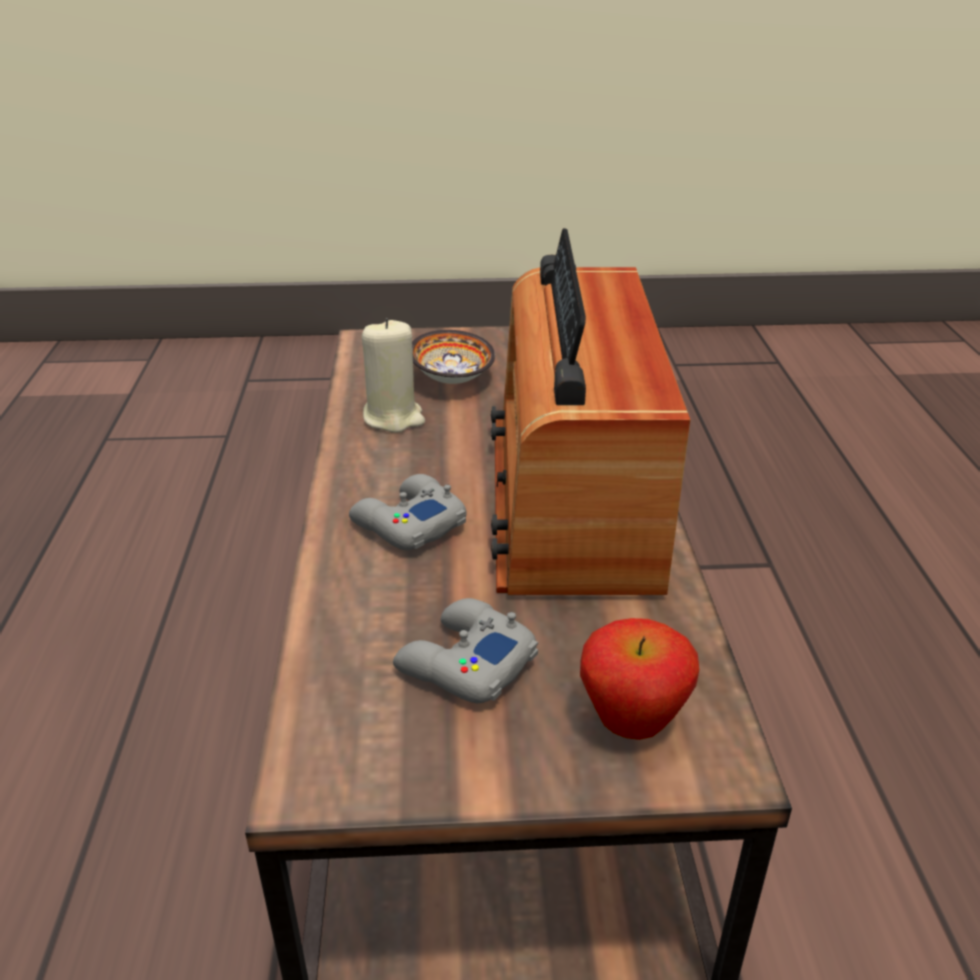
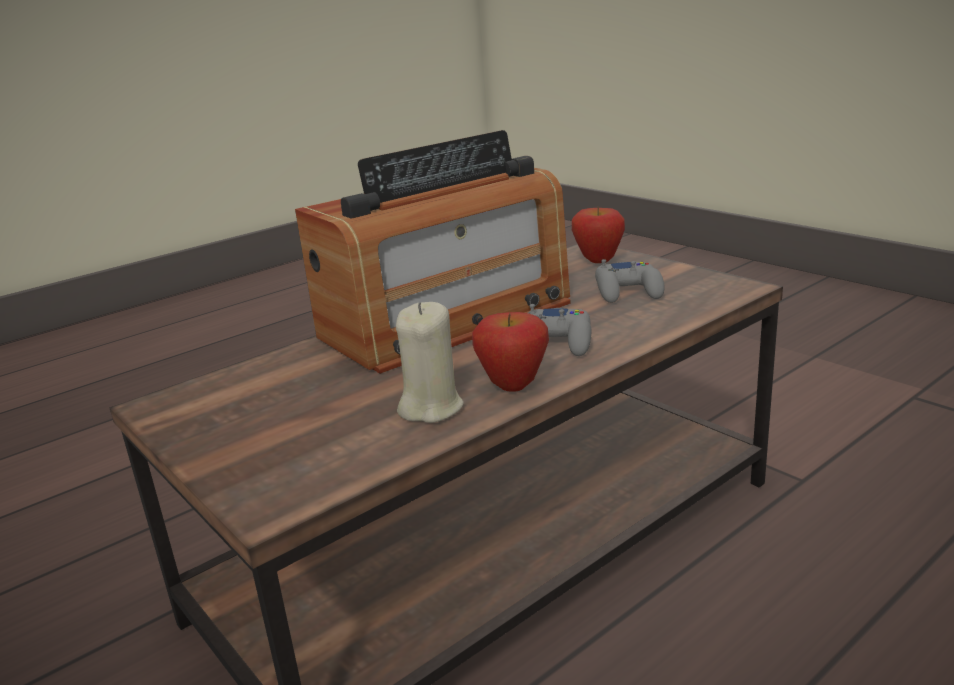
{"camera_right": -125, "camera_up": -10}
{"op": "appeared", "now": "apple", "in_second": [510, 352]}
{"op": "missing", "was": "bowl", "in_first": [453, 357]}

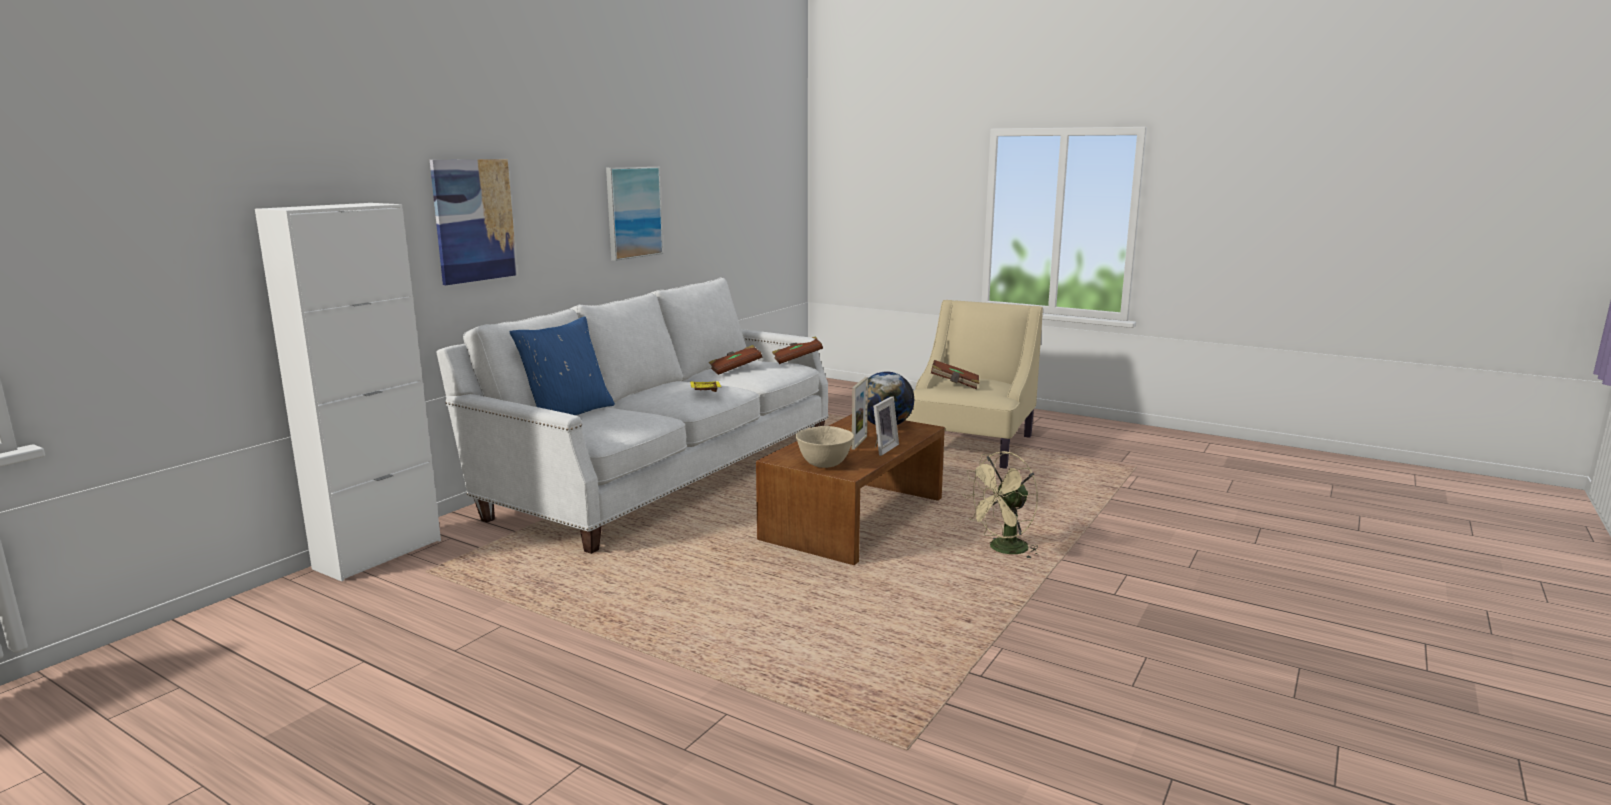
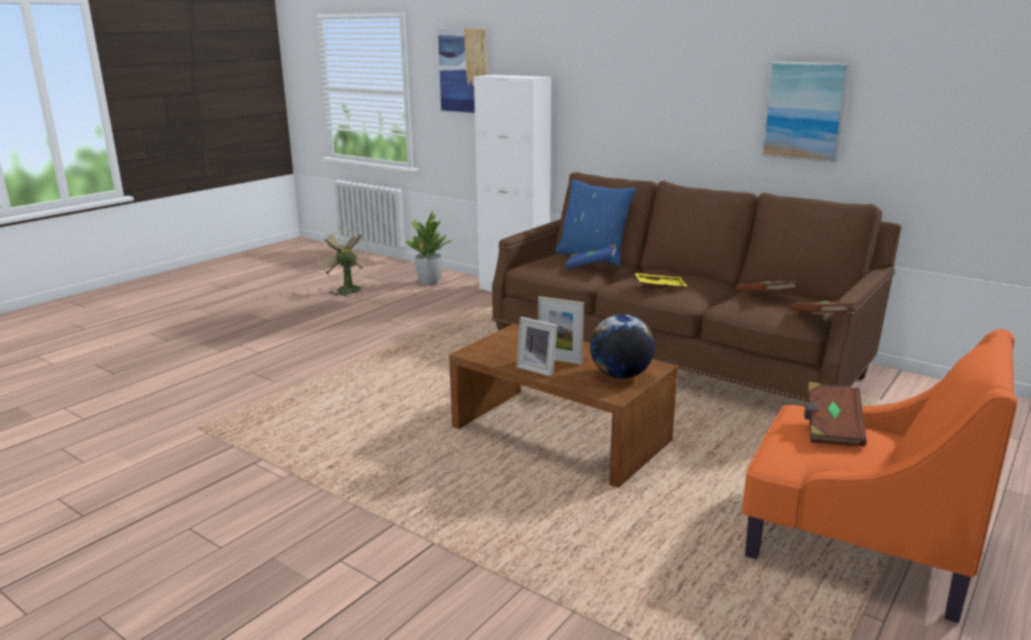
{"camera_right": 95, "camera_up": 5}
{"op": "relocated", "was": "beige_fan", "in_first": [1000, 505], "in_second": [343, 262]}
{"op": "appeared", "now": "potted_plant", "in_second": [429, 247]}
{"op": "relocated", "was": "picture", "in_first": [473, 222], "in_second": [462, 71]}
{"op": "colour", "was": "white_sofa", "now": "brown_sofa", "in_first": [633, 415], "in_second": [697, 287]}
{"op": "appeared", "now": "blue_book", "in_second": [591, 256]}
{"op": "colour", "was": "beige_armchair", "now": "orange_armchair", "in_first": [974, 384], "in_second": [880, 476]}
{"op": "missing", "was": "beige_bowl", "in_first": [825, 447]}

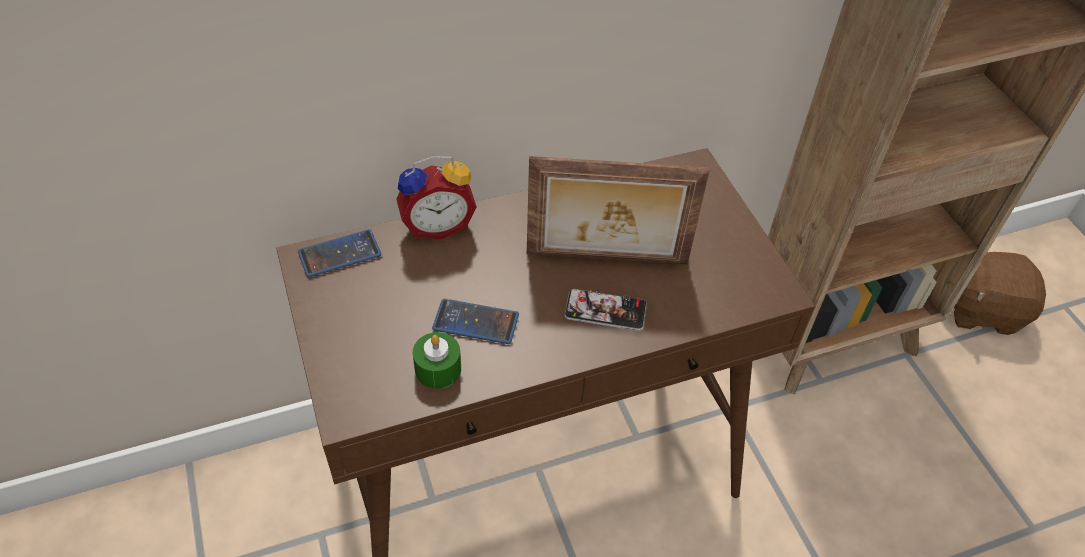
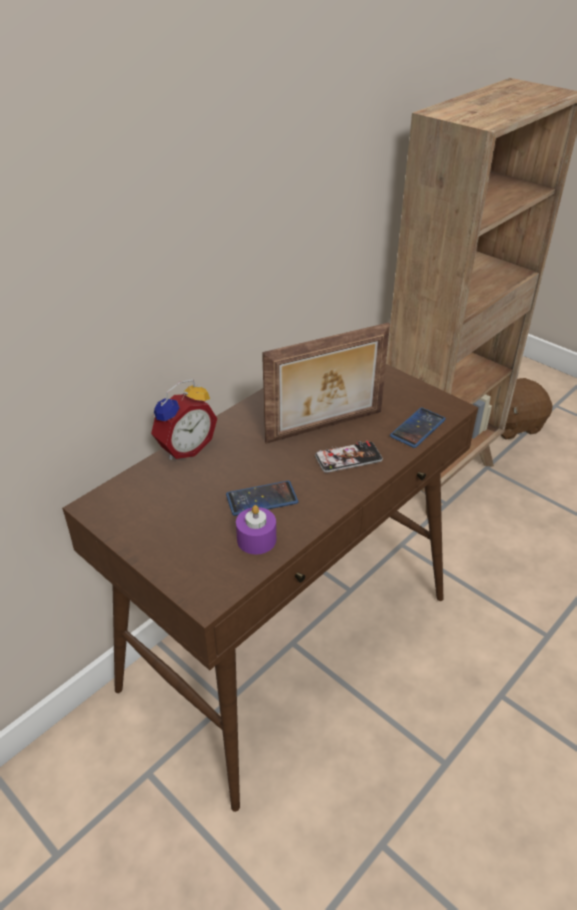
{"camera_right": -25, "camera_up": -10}
{"op": "colour", "was": "green_candle", "now": "purple_candle", "in_first": [437, 360], "in_second": [256, 530]}
{"op": "relocated", "was": "phone", "in_first": [339, 253], "in_second": [418, 427]}

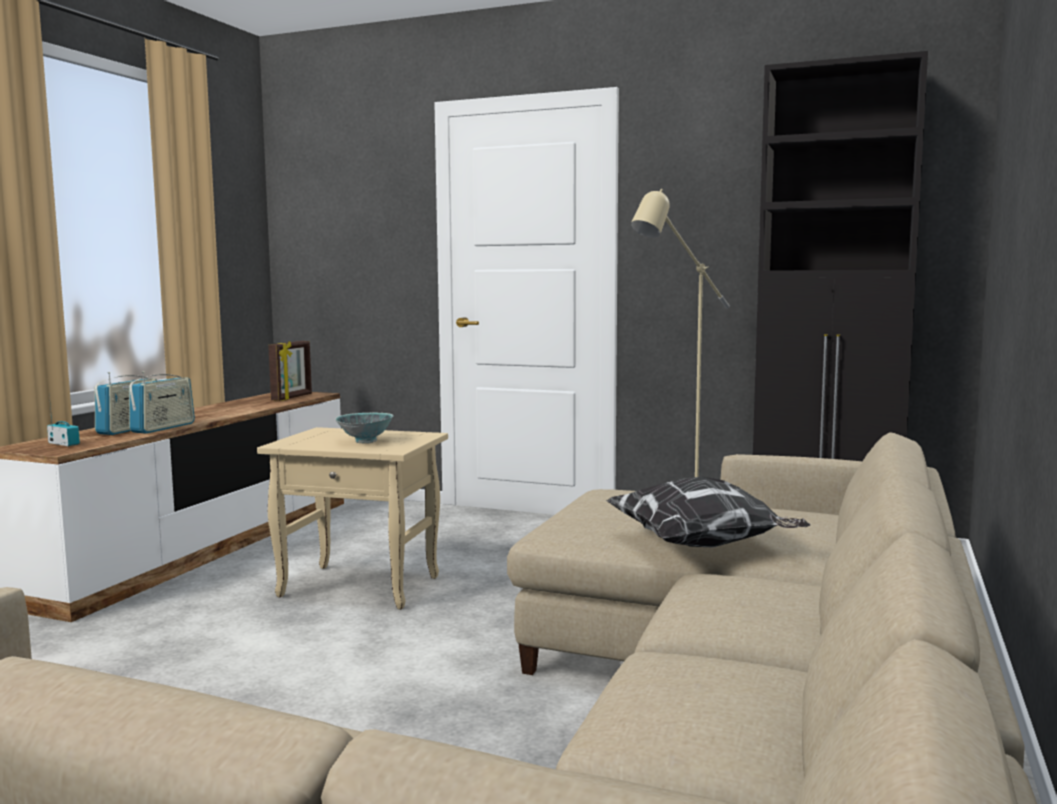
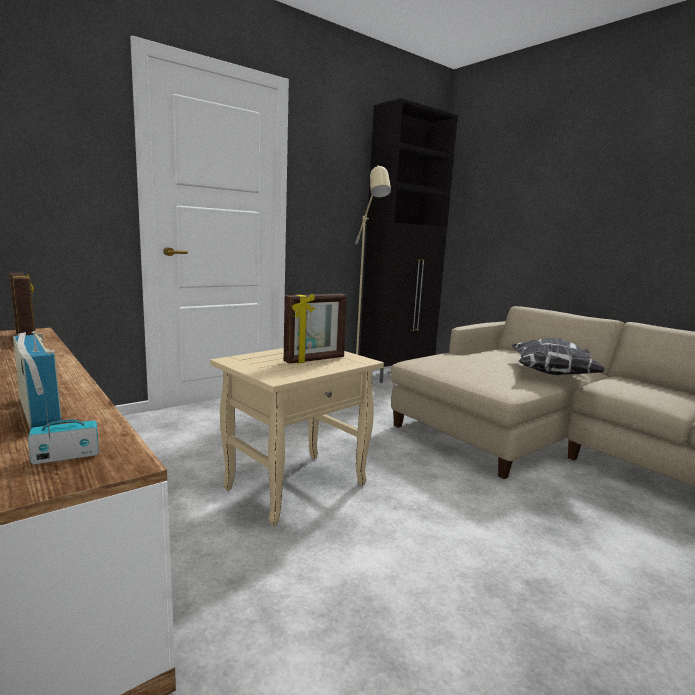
{"camera_right": -60, "camera_up": 5}
{"op": "exchanged", "was": "bowl", "now": "picture_frame", "in_first": [364, 428], "in_second": [315, 328]}
{"op": "missing", "was": "radio", "in_first": [162, 402]}

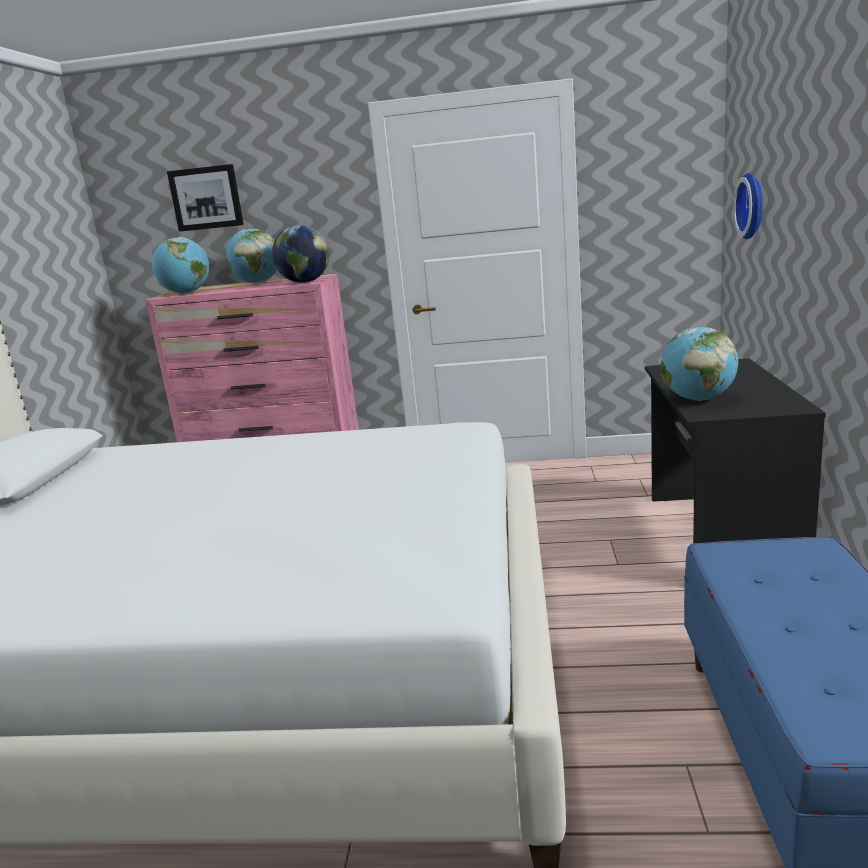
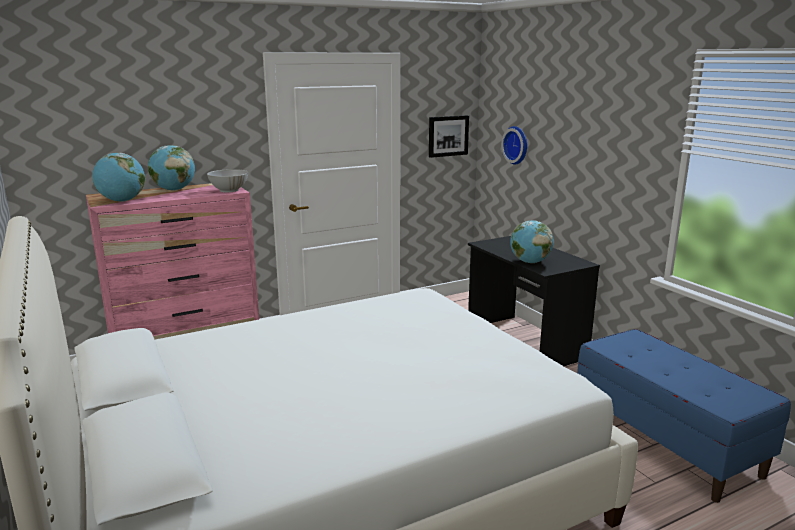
{"camera_right": -35, "camera_up": 0}
{"op": "exchanged", "was": "globe", "now": "white_bowl", "in_first": [300, 254], "in_second": [227, 180]}
{"op": "relocated", "was": "picture", "in_first": [205, 198], "in_second": [449, 136]}

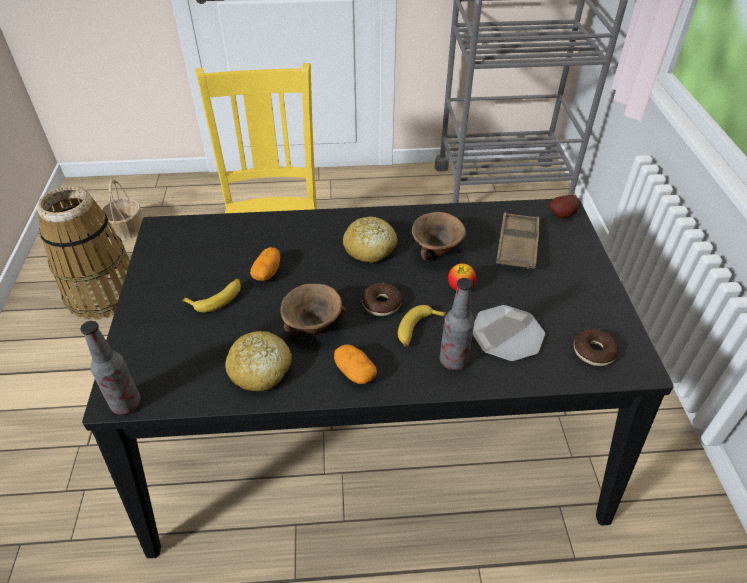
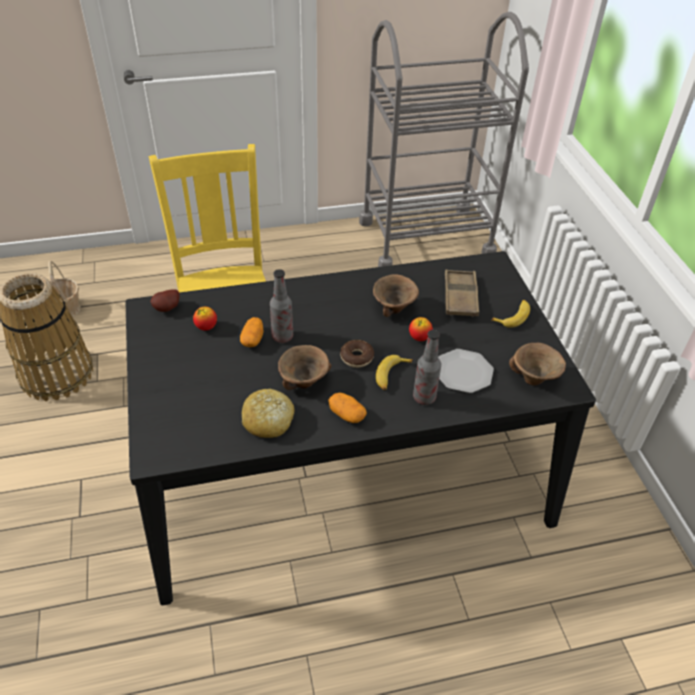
{"camera_right": -10, "camera_up": 0}
{"op": "relocated", "was": "potato", "in_first": [564, 206], "in_second": [165, 300]}
{"op": "appeared", "now": "apple", "in_second": [205, 319]}
{"op": "relocated", "was": "bottle", "in_first": [110, 367], "in_second": [281, 306]}
{"op": "relocated", "was": "banana", "in_first": [211, 295], "in_second": [510, 314]}
{"op": "exchanged", "was": "donut", "now": "brown_bowl", "in_first": [596, 347], "in_second": [537, 364]}
{"op": "missing", "was": "bread", "in_first": [370, 240]}

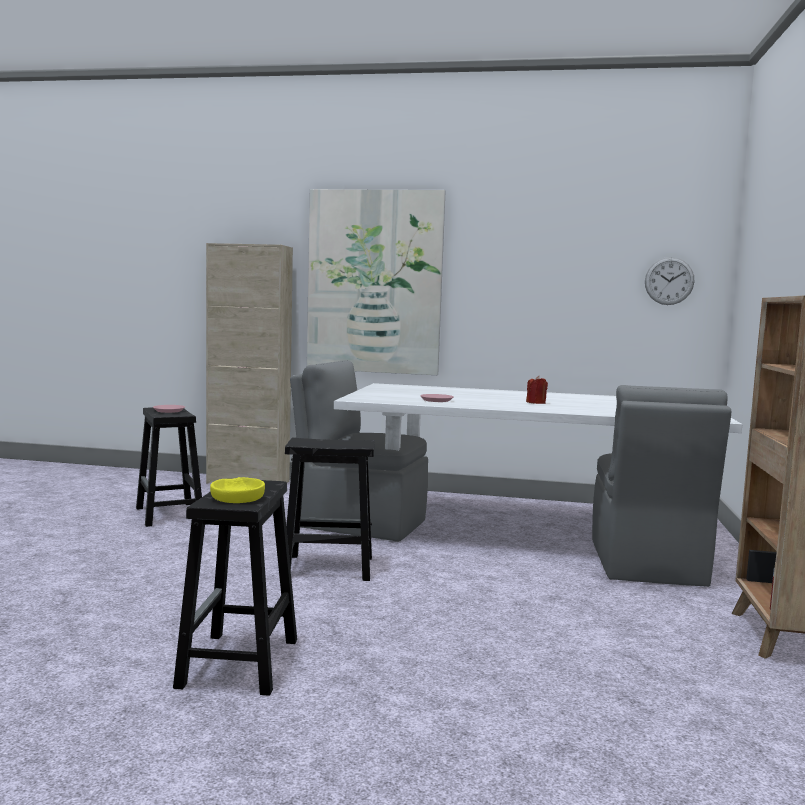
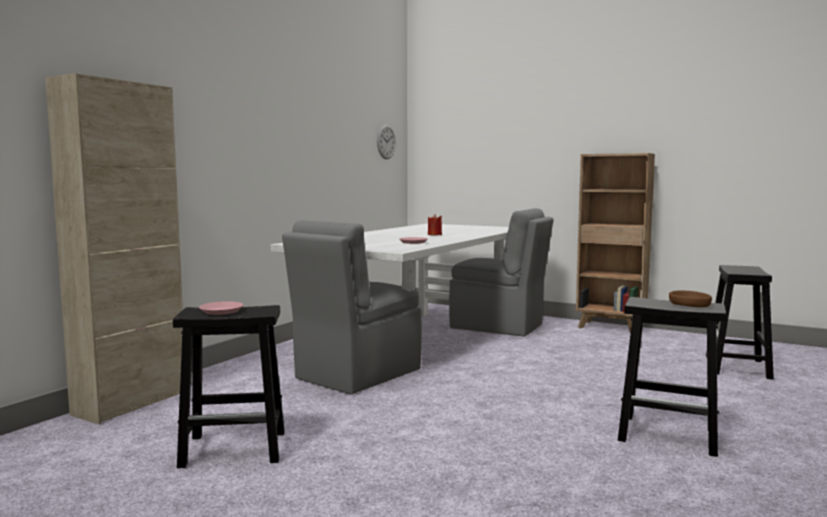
{"camera_right": -70, "camera_up": 0}
{"op": "colour", "was": "yellow_bowl", "now": "brown_bowl", "in_first": [237, 490], "in_second": [690, 298]}
{"op": "relocated", "was": "black_stool", "in_first": [330, 509], "in_second": [740, 322]}
{"op": "missing", "was": "picture", "in_first": [376, 282]}

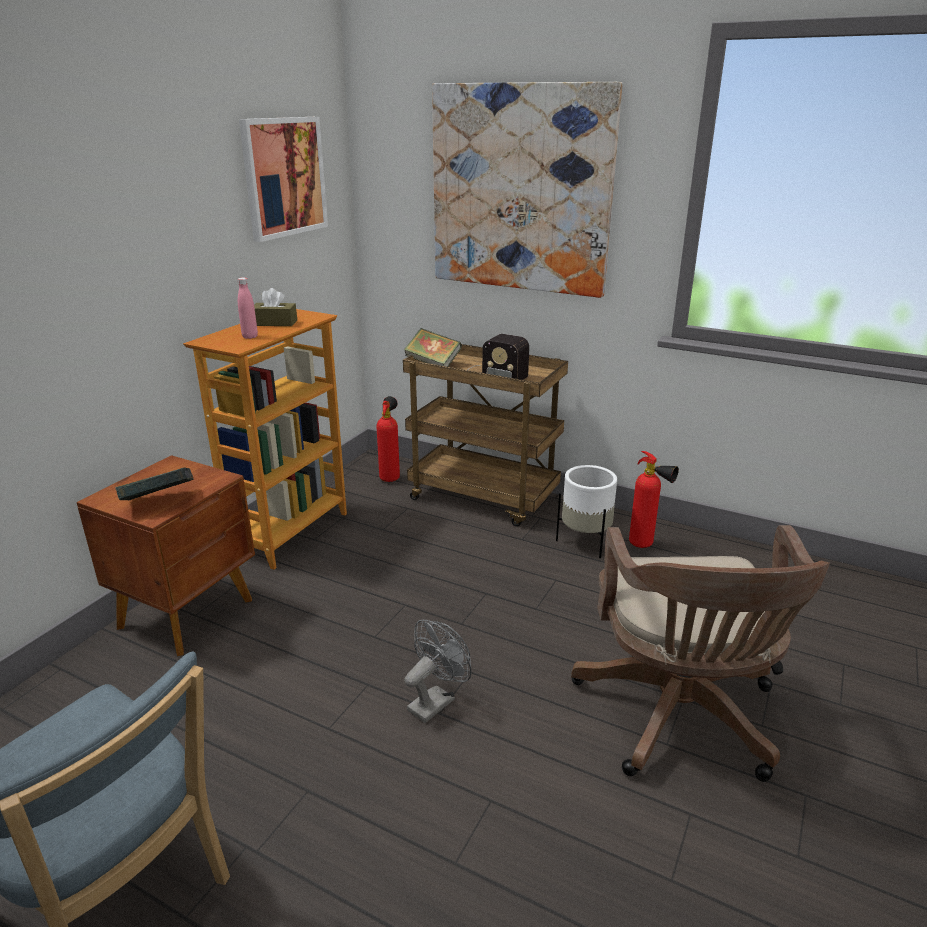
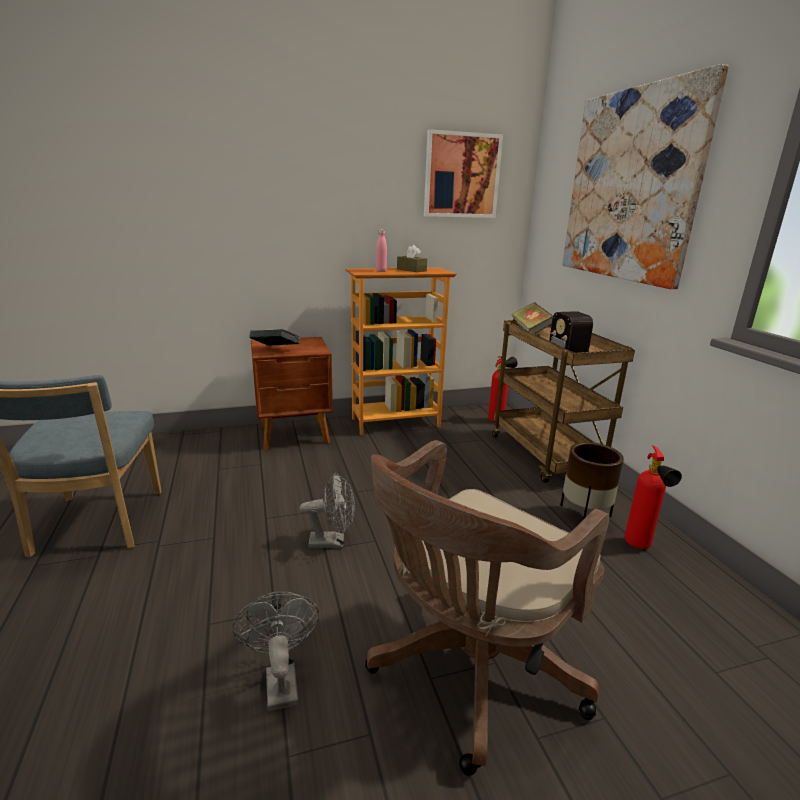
{"camera_right": 45, "camera_up": -5}
{"op": "appeared", "now": "grey_fan", "in_second": [276, 651]}
{"op": "colour", "was": "white_planter", "now": "brown_planter", "in_first": [586, 511], "in_second": [592, 481]}

